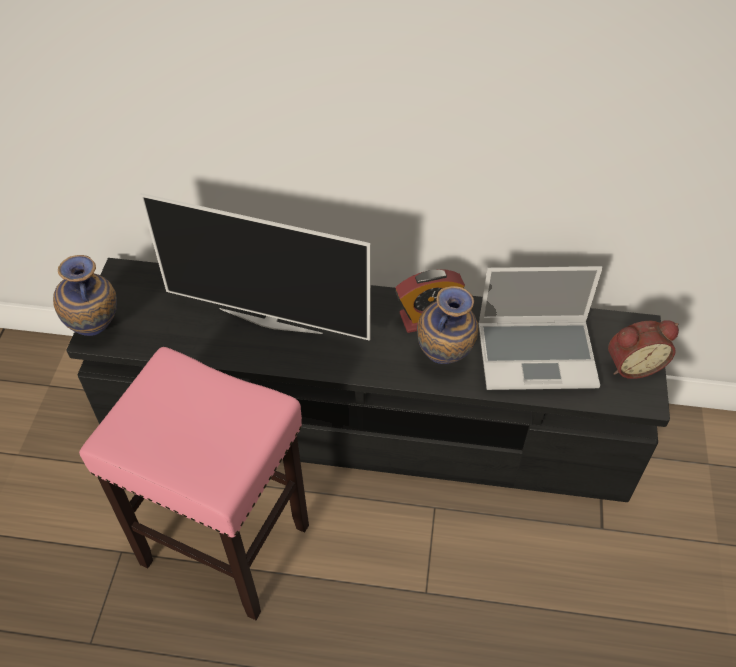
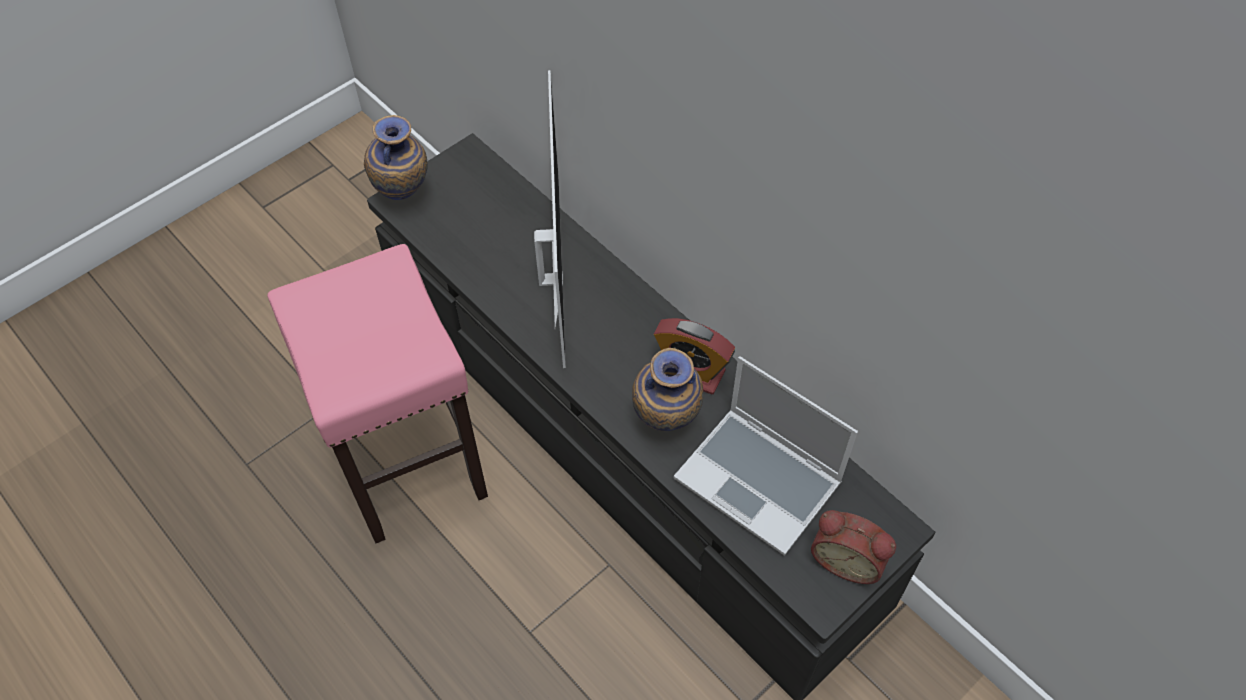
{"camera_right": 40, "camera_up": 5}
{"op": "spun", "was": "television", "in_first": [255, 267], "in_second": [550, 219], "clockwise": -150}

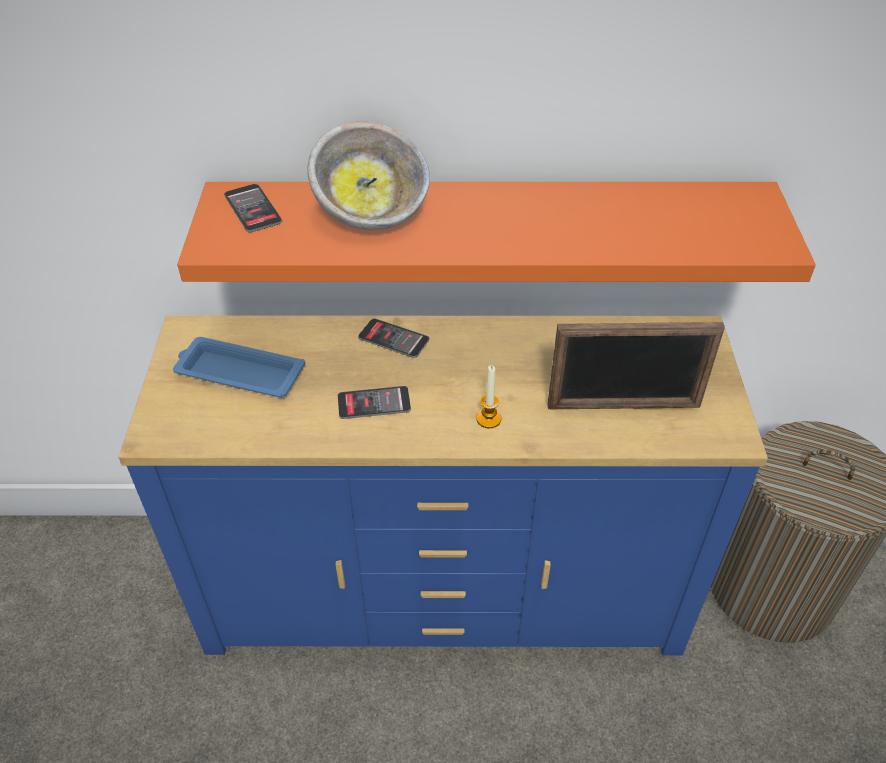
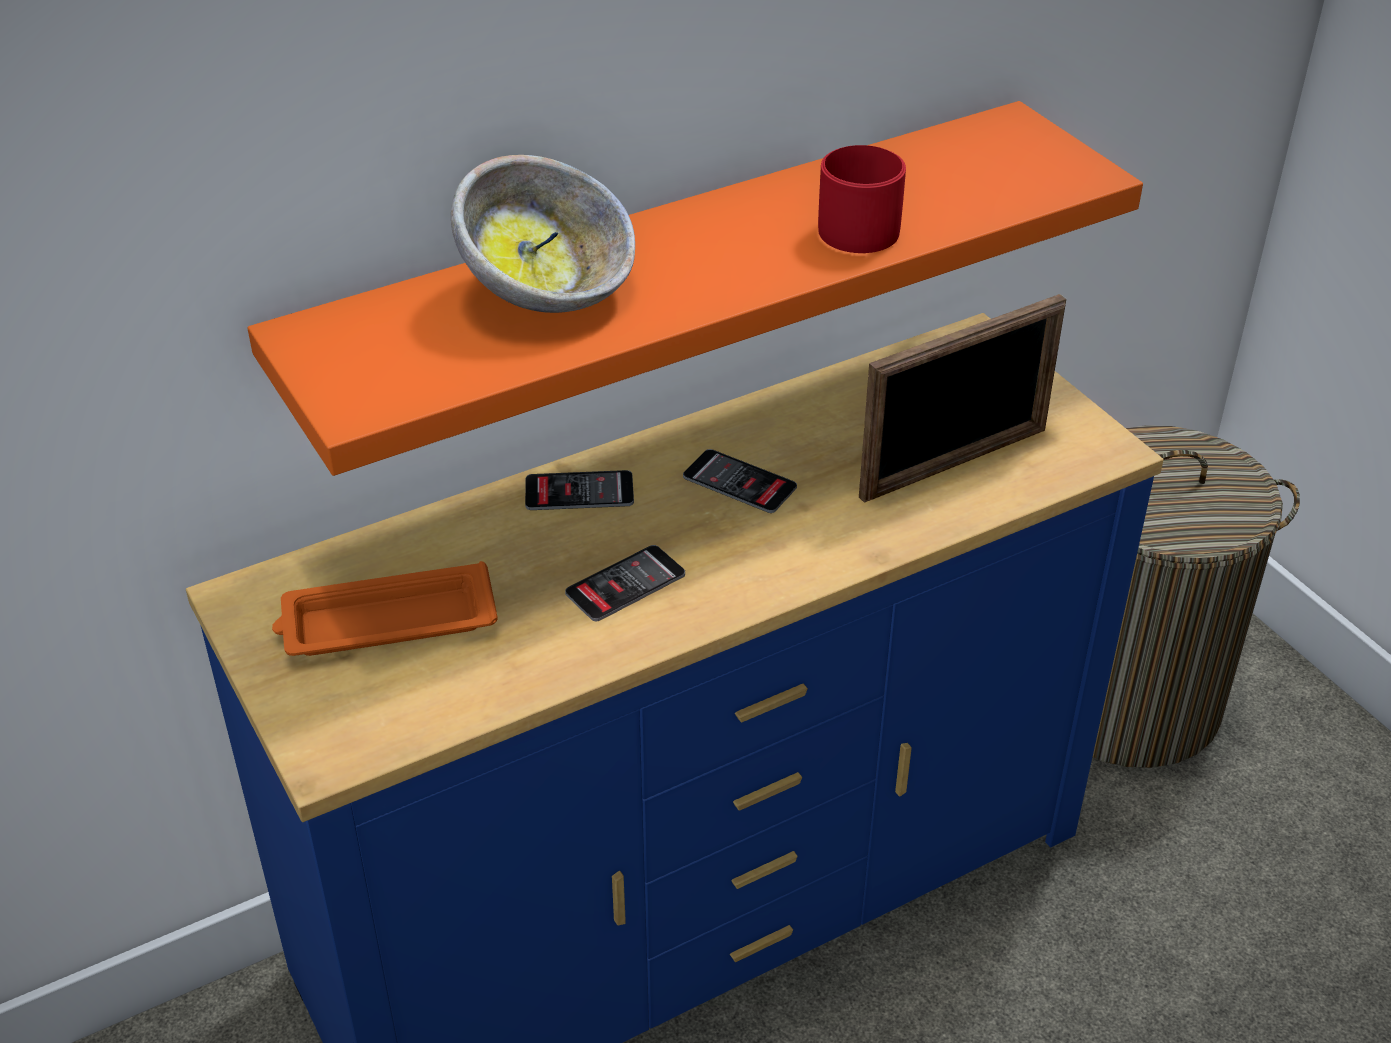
{"camera_right": -30, "camera_up": -5}
{"op": "colour", "was": "blue_tray", "now": "orange_tray", "in_first": [239, 367], "in_second": [385, 608]}
{"op": "relocated", "was": "phone", "in_first": [253, 208], "in_second": [740, 481]}
{"op": "appeared", "now": "red_mug", "in_second": [862, 199]}
{"op": "missing", "was": "candle", "in_first": [489, 396]}

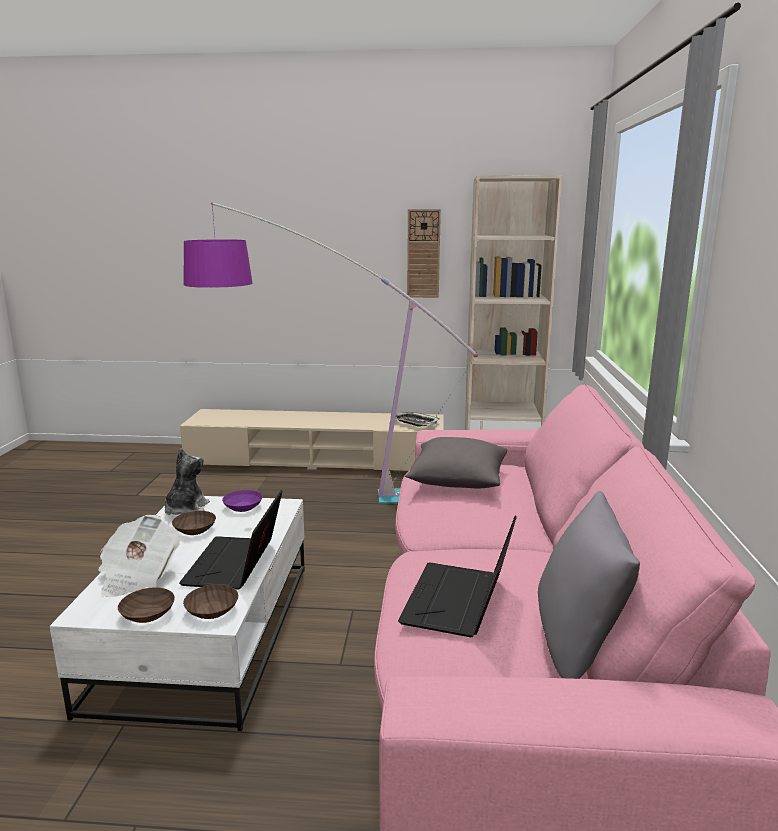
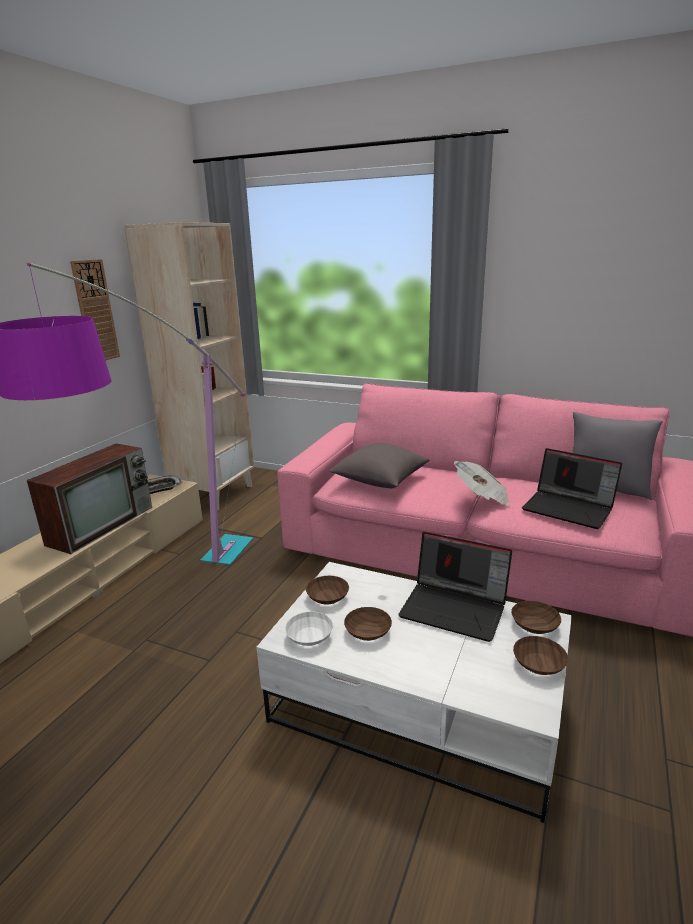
{"camera_right": -70, "camera_up": 5}
{"op": "appeared", "now": "television", "in_second": [89, 499]}
{"op": "exchanged", "was": "plush_toy", "now": "white_bowl", "in_first": [187, 481], "in_second": [309, 628]}
{"op": "colour", "was": "purple_bowl", "now": "brown_bowl", "in_first": [242, 501], "in_second": [327, 590]}
{"op": "relocated", "was": "newspaper", "in_first": [139, 556], "in_second": [482, 483]}

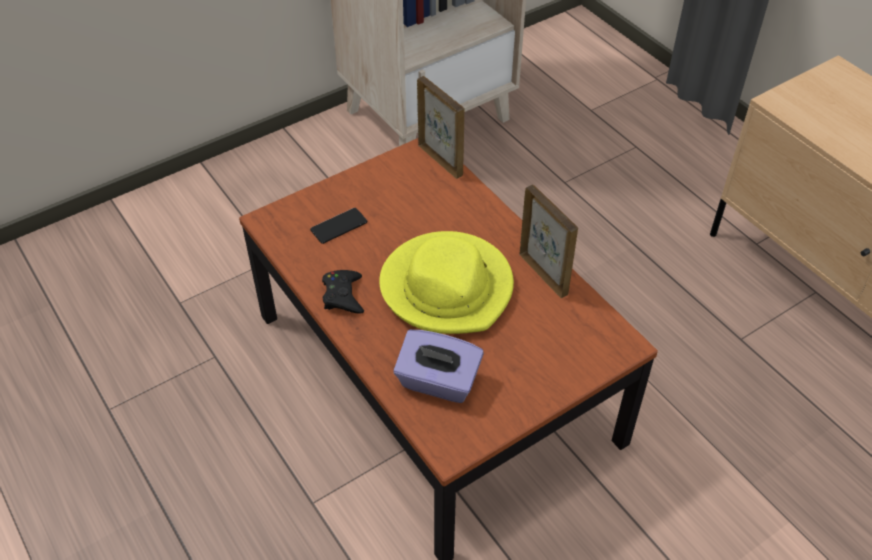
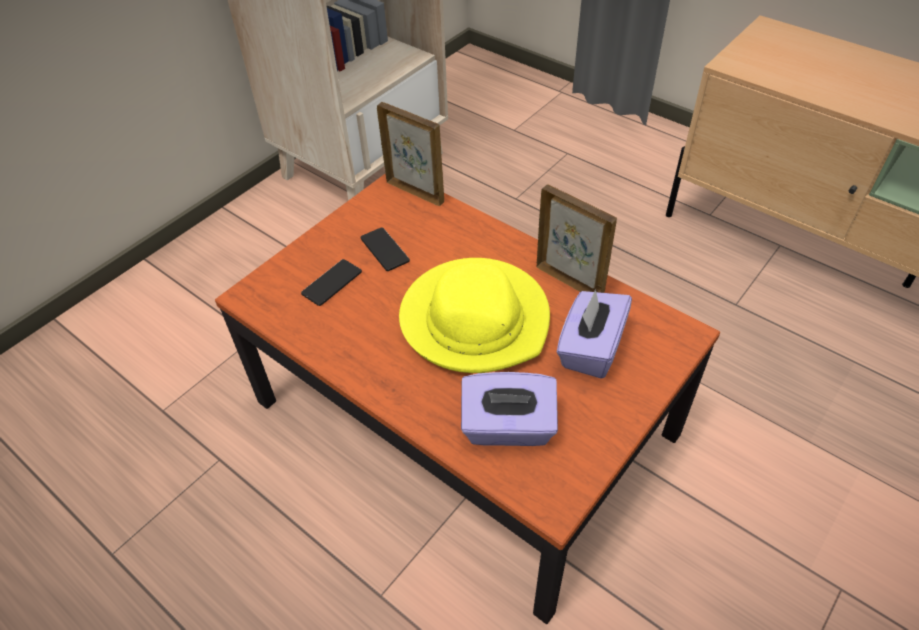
{"camera_right": -15, "camera_up": 0}
{"op": "appeared", "now": "phone", "in_second": [385, 249]}
{"op": "appeared", "now": "purple_tissue_box", "in_second": [594, 334]}
{"op": "missing", "was": "black_game_controller", "in_first": [343, 292]}

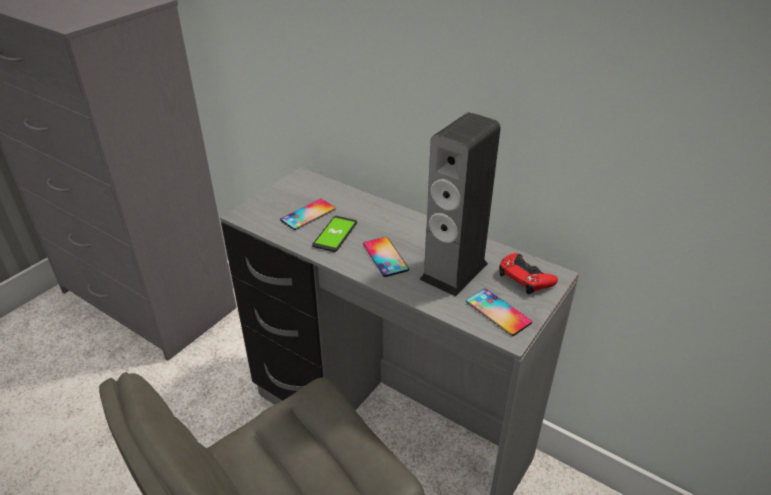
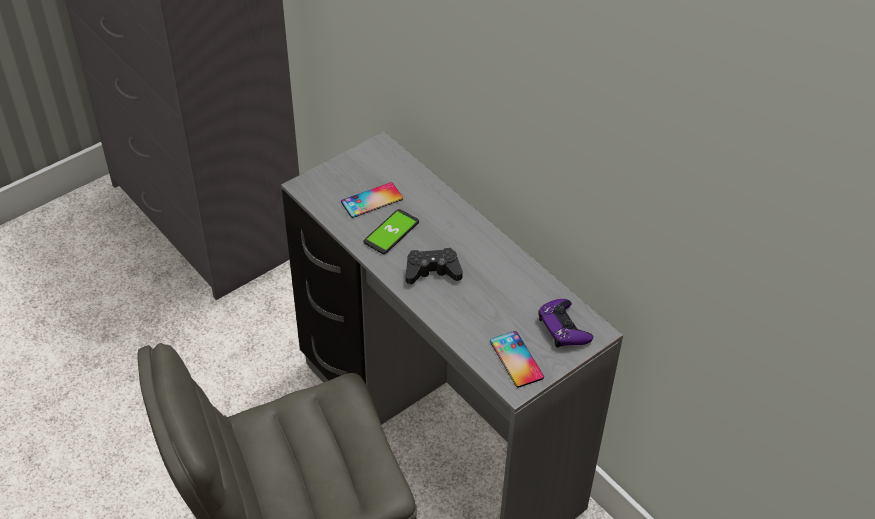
{"camera_right": 15, "camera_up": 10}
{"op": "exchanged", "was": "phone", "now": "black_game_controller", "in_first": [386, 257], "in_second": [434, 266]}
{"op": "colour", "was": "red_game_controller", "now": "purple_game_controller", "in_first": [528, 273], "in_second": [565, 323]}
{"op": "missing", "was": "speaker", "in_first": [460, 204]}

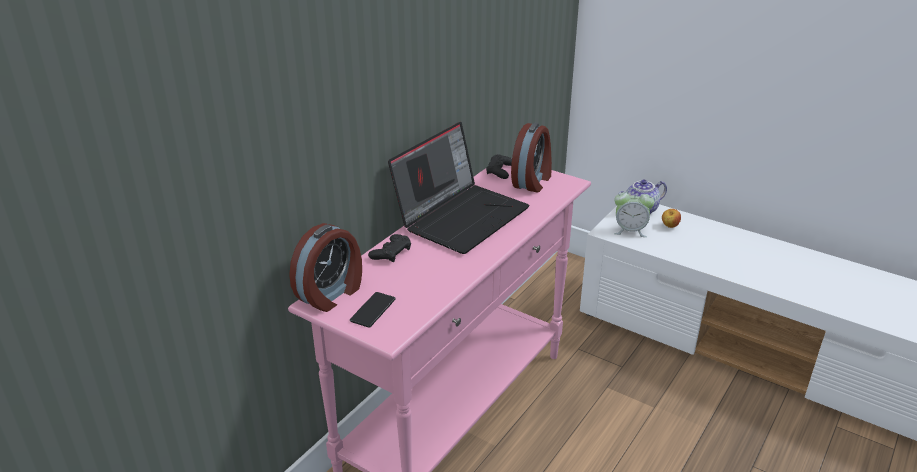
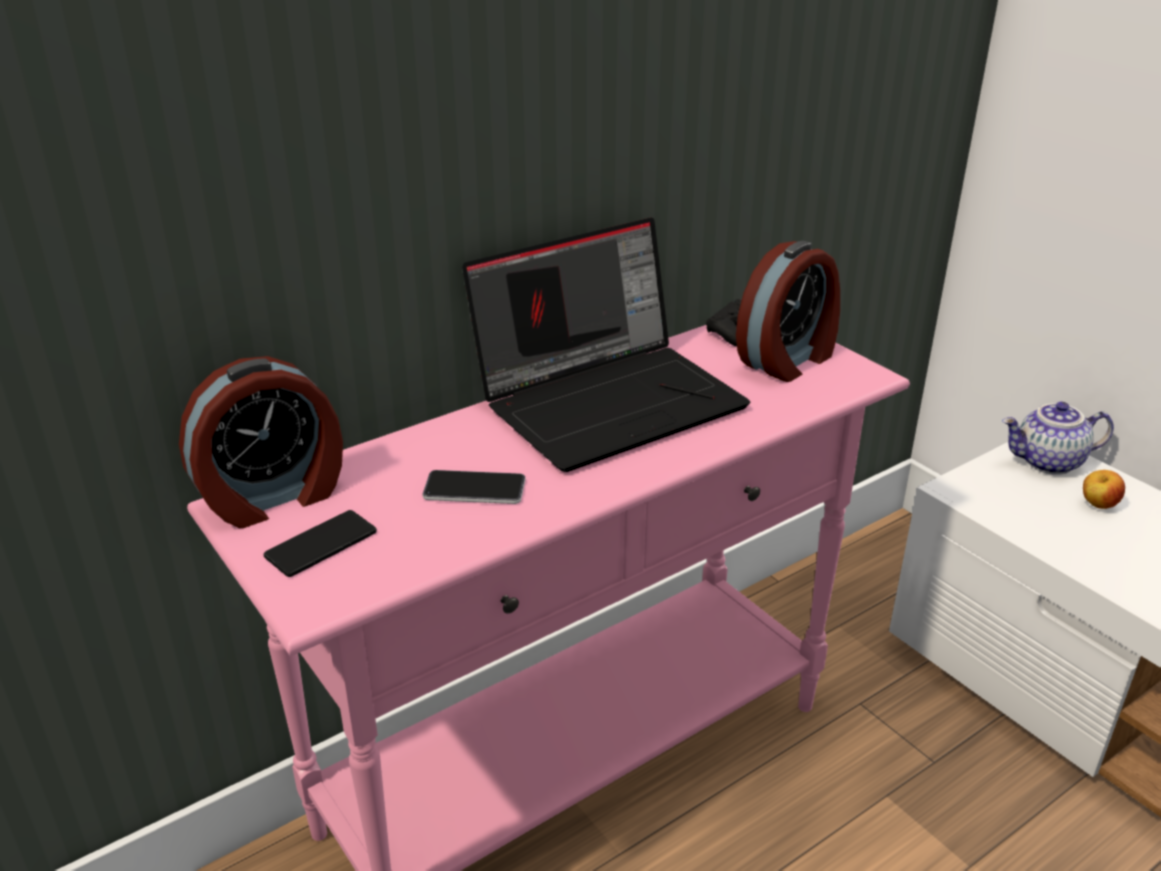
{"camera_right": 20, "camera_up": 0}
{"op": "appeared", "now": "phone", "in_second": [474, 487]}
{"op": "missing", "was": "black_game_controller", "in_first": [389, 248]}
{"op": "missing", "was": "alarm_clock", "in_first": [634, 212]}

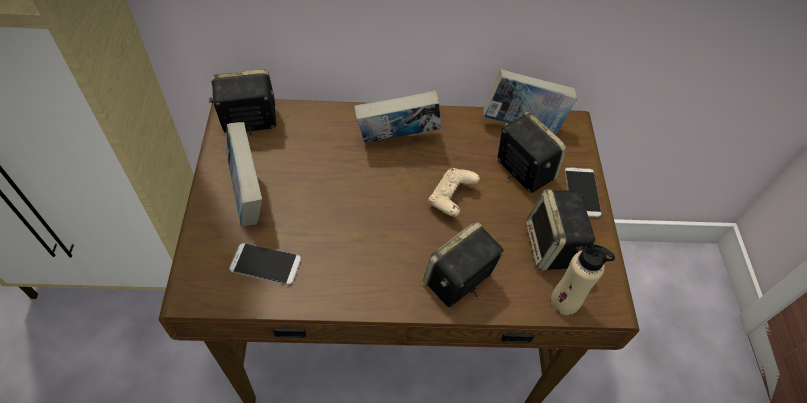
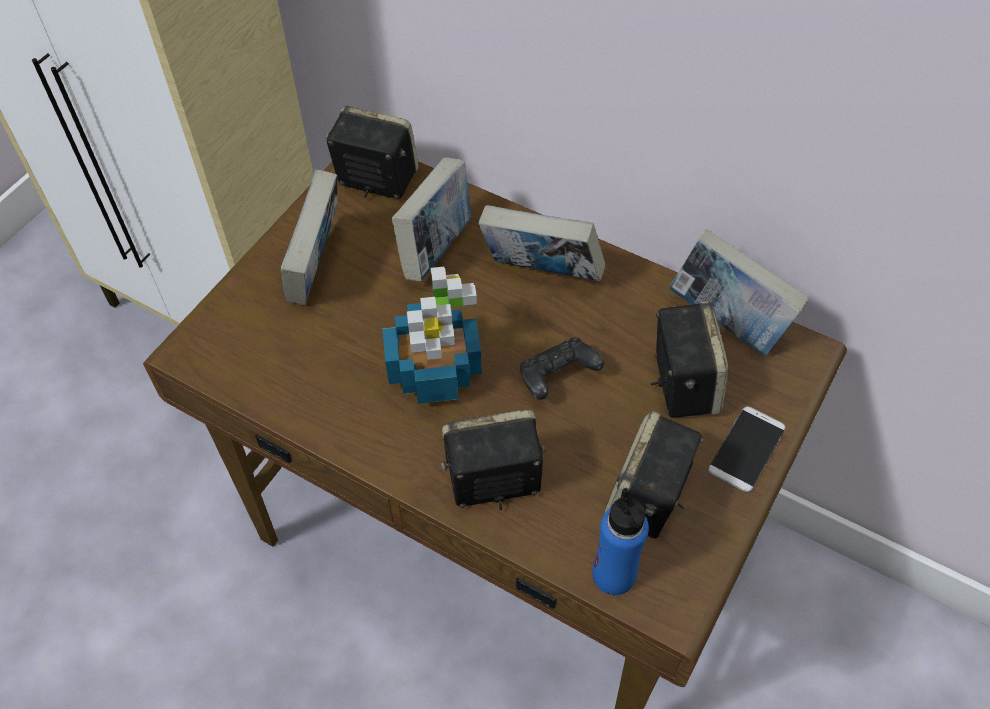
{"camera_right": 35, "camera_up": 0}
{"op": "appeared", "now": "potted_plant", "in_second": [432, 335]}
{"op": "appeared", "now": "book", "in_second": [431, 219]}
{"op": "colour", "was": "beige_game_controller", "now": "black_game_controller", "in_first": [454, 192], "in_second": [562, 369]}
{"op": "colour", "was": "beige_bottle", "now": "blue_bottle", "in_first": [583, 277], "in_second": [620, 541]}
{"op": "missing", "was": "phone", "in_first": [265, 264]}

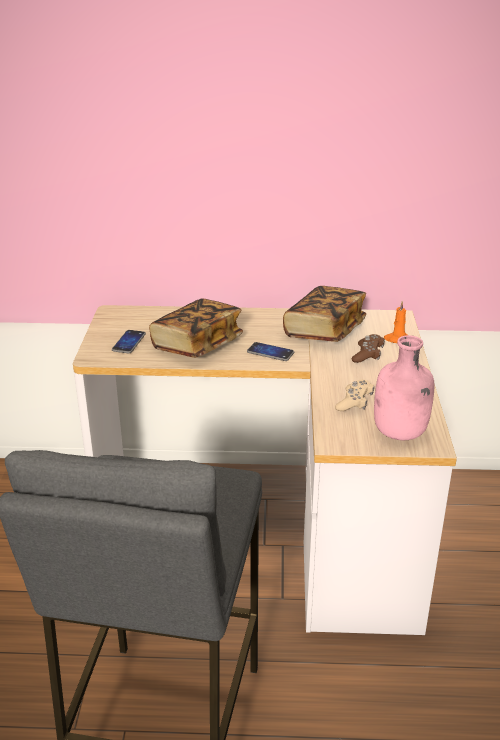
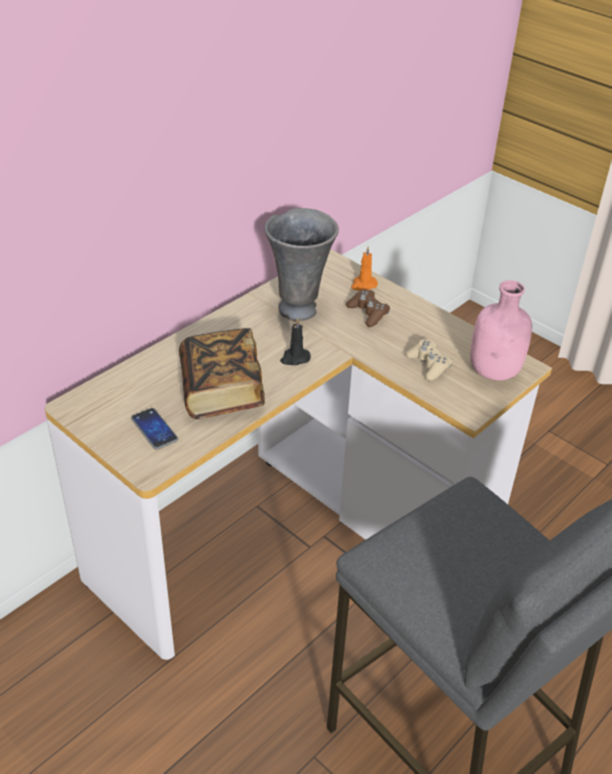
{"camera_right": -50, "camera_up": 10}
{"op": "exchanged", "was": "book", "now": "grey_vase", "in_first": [324, 314], "in_second": [302, 264]}
{"op": "exchanged", "was": "phone", "now": "black_candle", "in_first": [270, 351], "in_second": [295, 341]}

